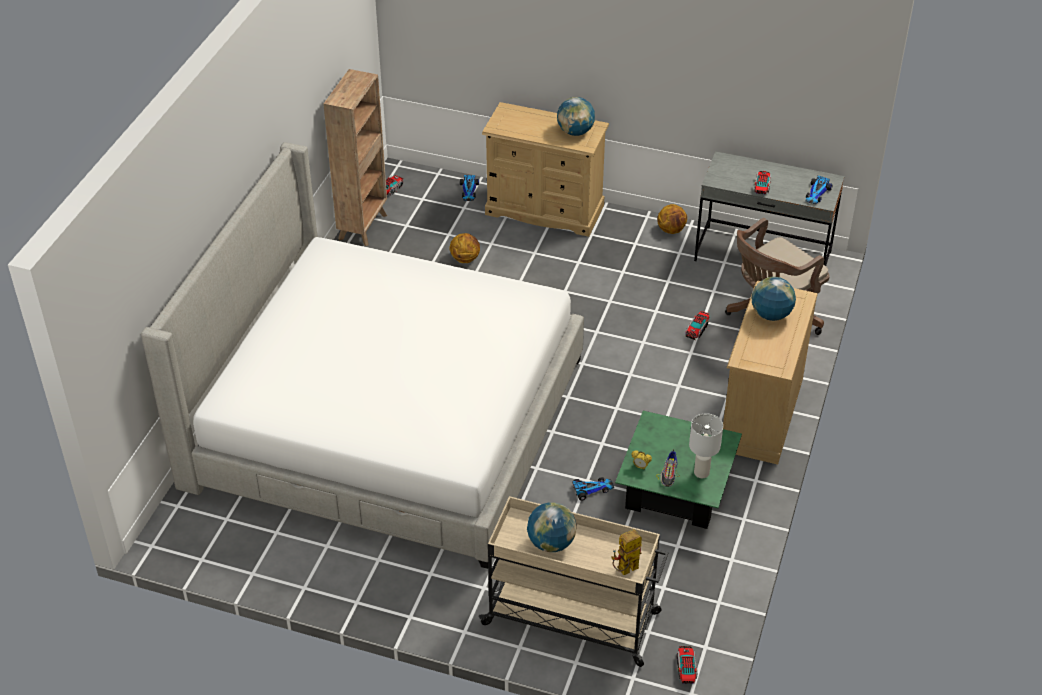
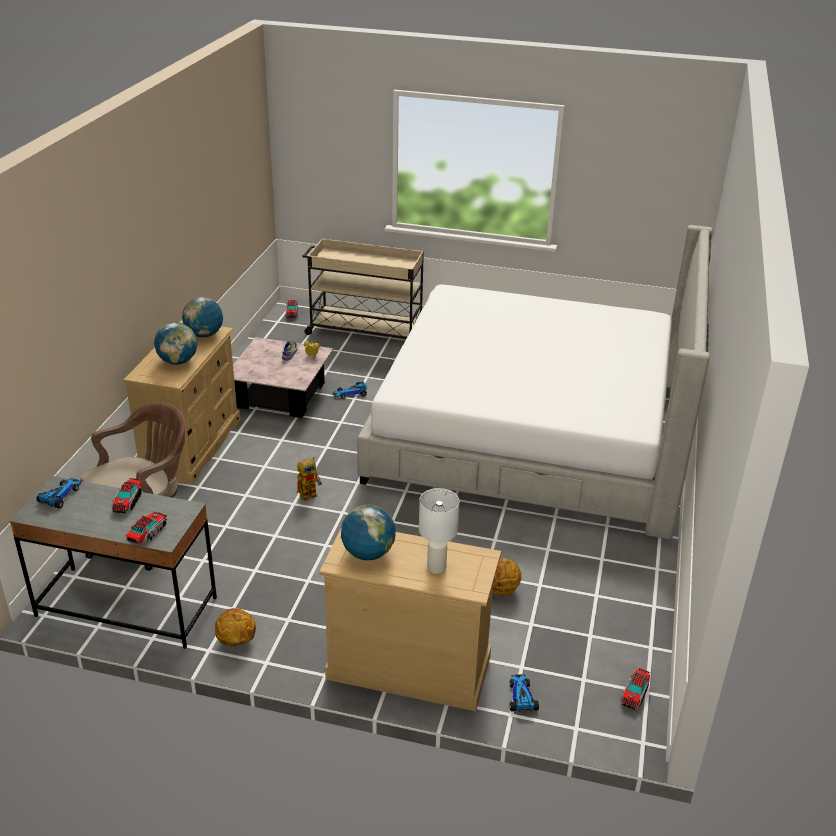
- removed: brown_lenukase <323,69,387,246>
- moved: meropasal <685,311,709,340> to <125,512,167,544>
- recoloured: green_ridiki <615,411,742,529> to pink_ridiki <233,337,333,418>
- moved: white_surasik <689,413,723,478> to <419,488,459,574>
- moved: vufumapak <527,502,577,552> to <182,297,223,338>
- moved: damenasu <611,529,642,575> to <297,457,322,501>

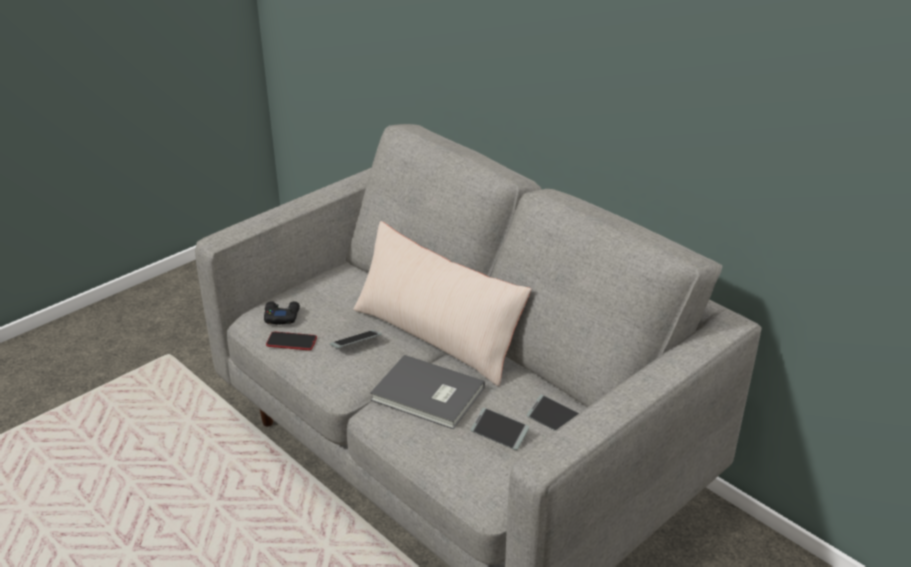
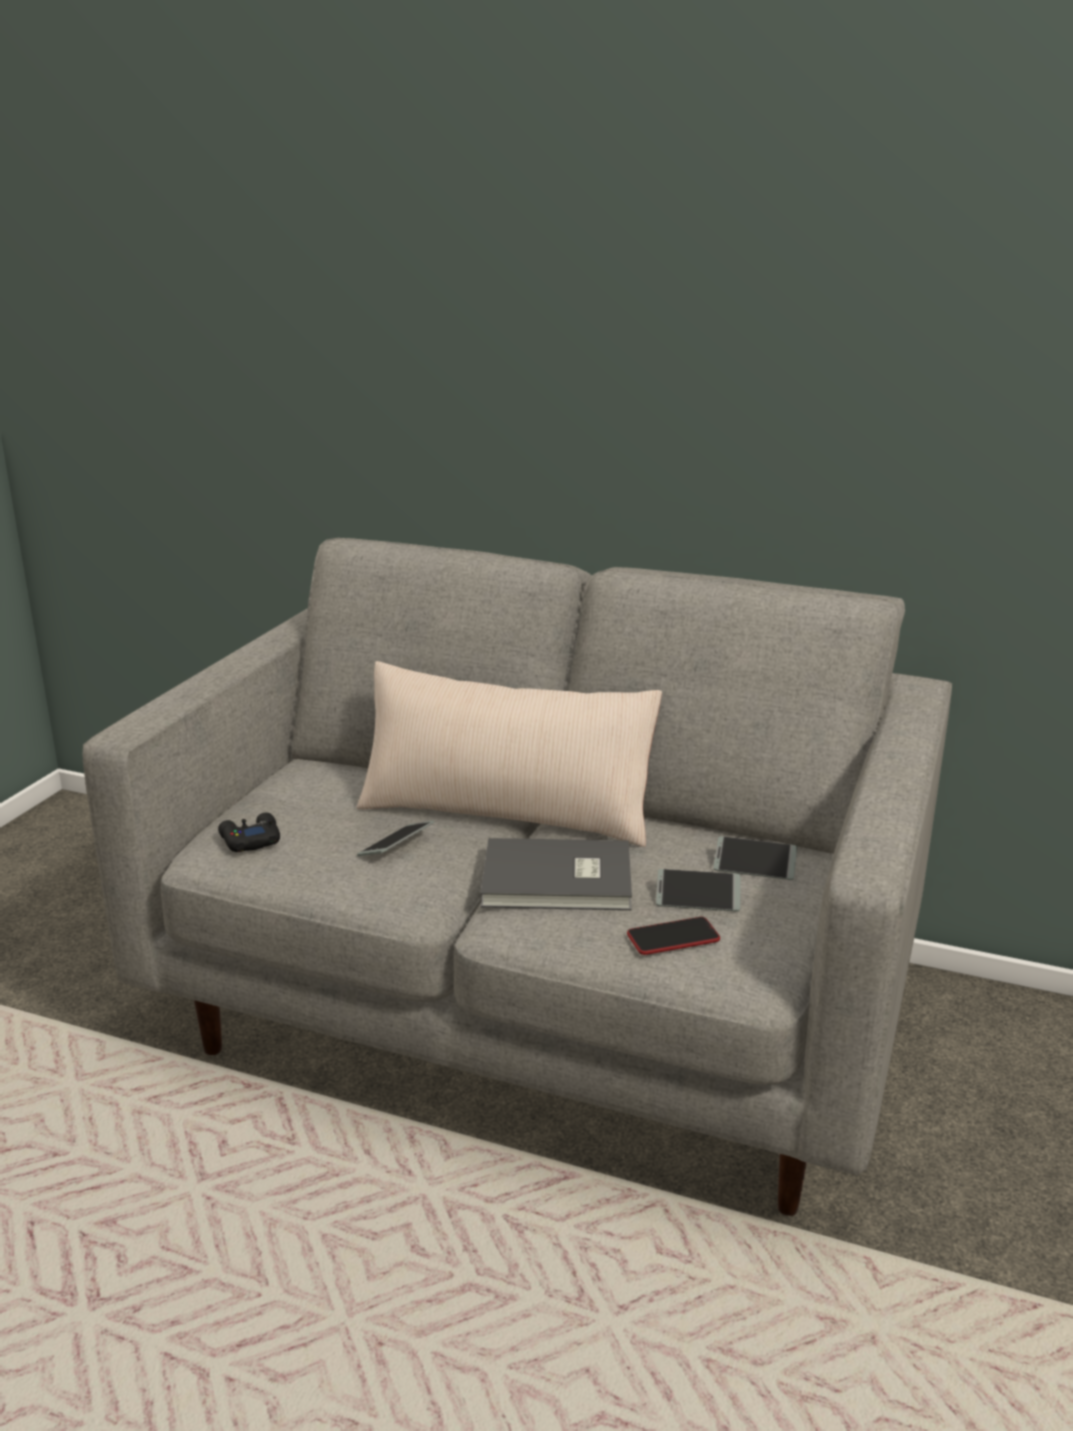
- moved: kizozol <266,331,317,350> to <627,917,720,955>

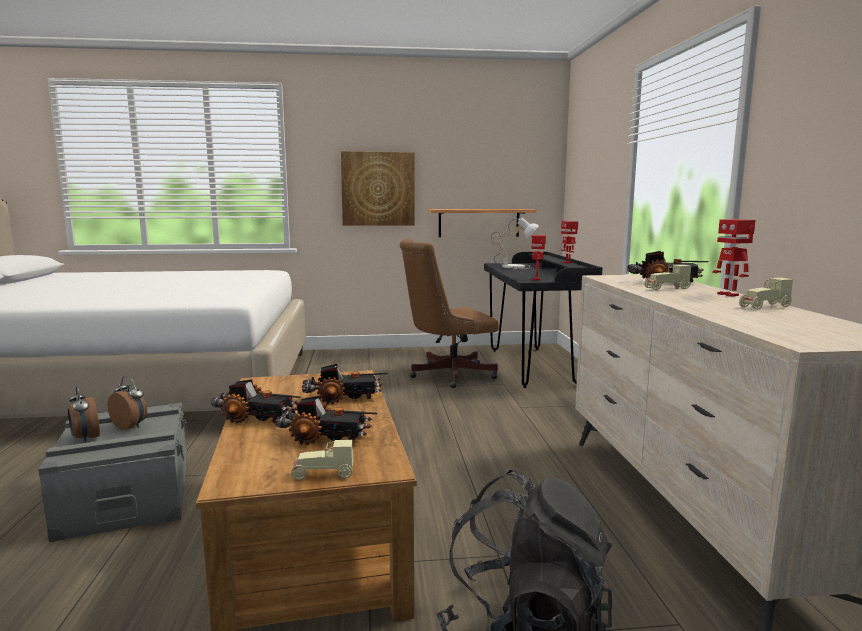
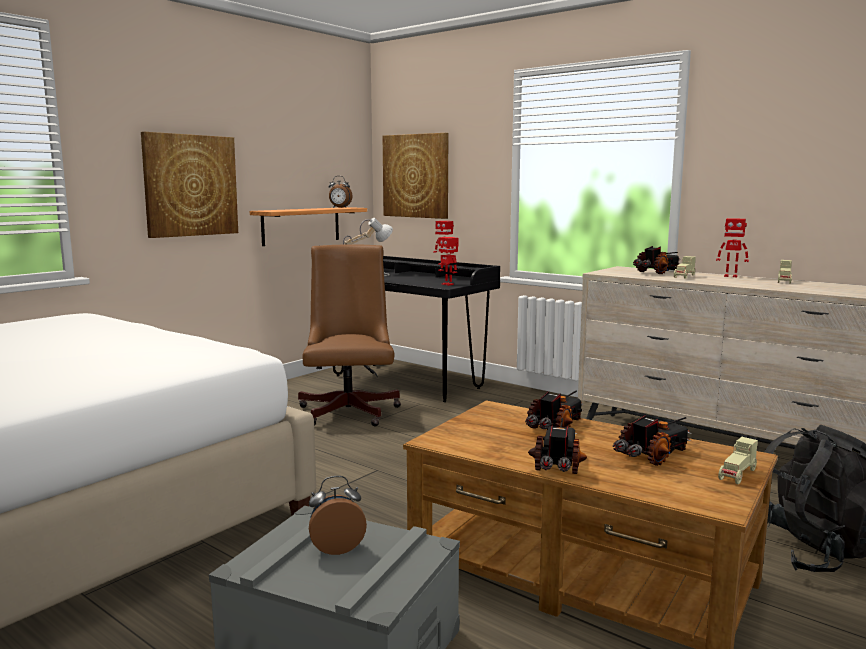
- turned: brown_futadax <400,239,498,388> = <298,244,401,426> 150 degrees clockwise
- turned: meropasal <211,379,300,424> = <528,418,587,474> 45 degrees counterclockwise
- moved: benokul <68,386,100,443> to <328,176,352,208>
- added: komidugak <383,133,449,219>

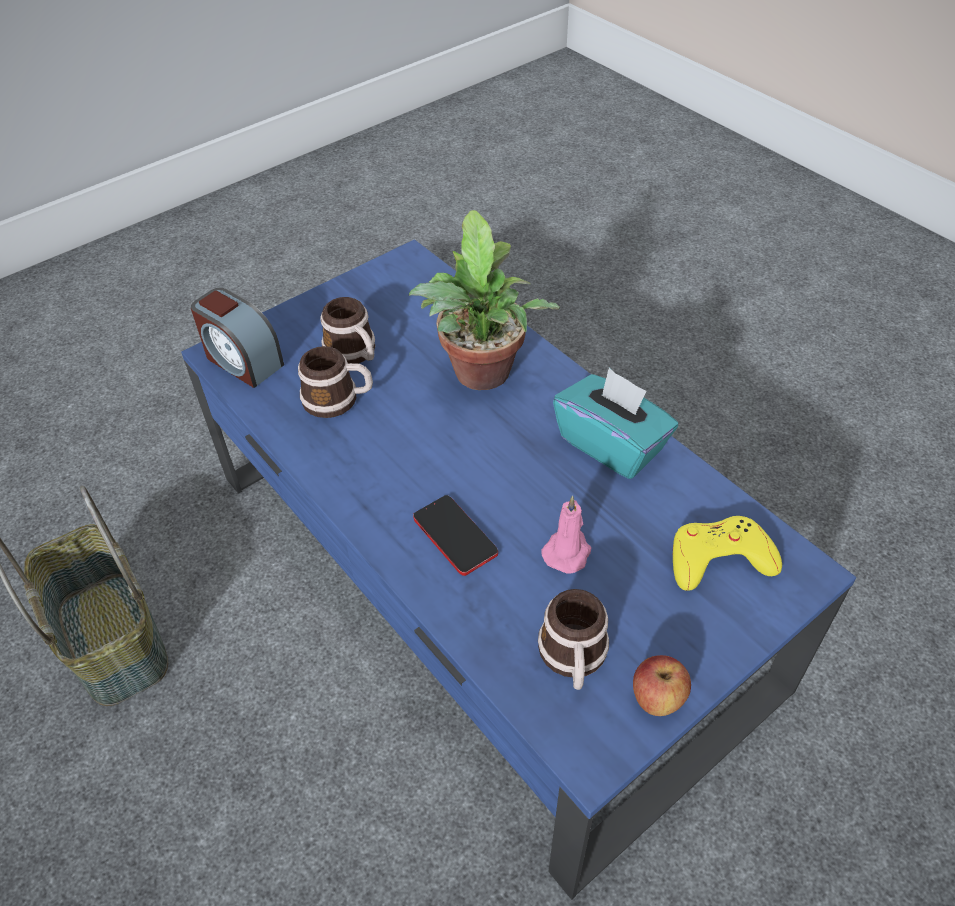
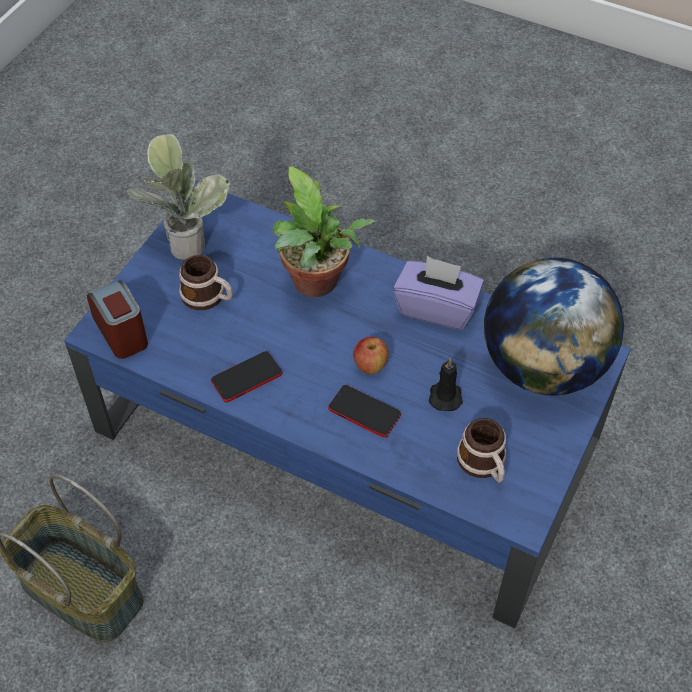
- turned: benokul <191,288,284,388> = <87,280,148,359> 135 degrees counterclockwise
- removed: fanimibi <298,346,373,418>
- recoloured: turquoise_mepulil <553,368,678,479> to purple_mepulil <393,256,484,330>
- recoloured: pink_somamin <541,496,591,574> to black_somamin <429,358,463,411>
- replaced: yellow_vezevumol <673,516,782,591> to vufumapak <484,258,624,396>
- moved: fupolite <633,655,691,716> to <353,337,389,375>
- added: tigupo <127,134,231,260>
- added: kizozol <211,351,282,402>

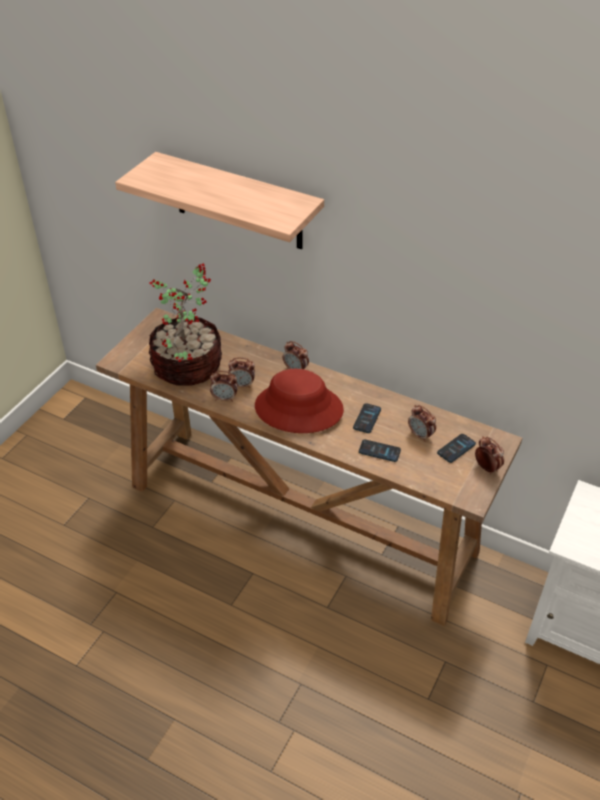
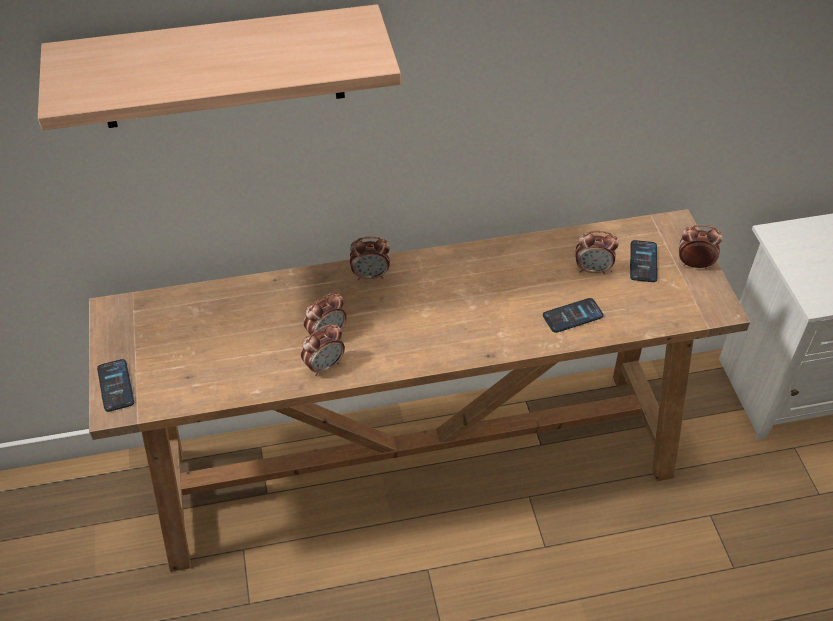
- removed: tigupo <149,263,222,386>
- removed: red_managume <255,369,344,433>
- moved: kizozol <353,403,381,433> to <97,359,134,412>

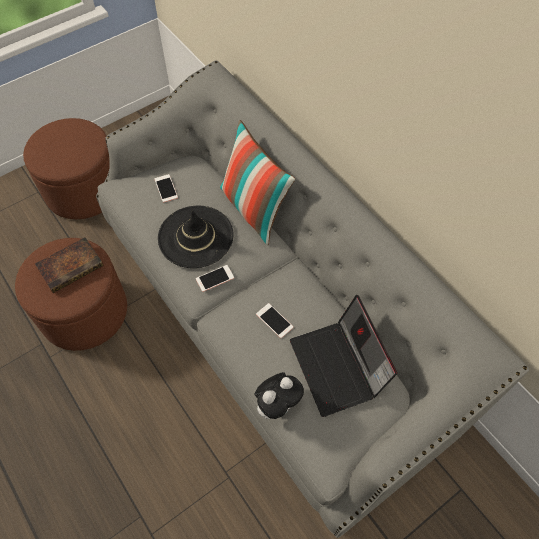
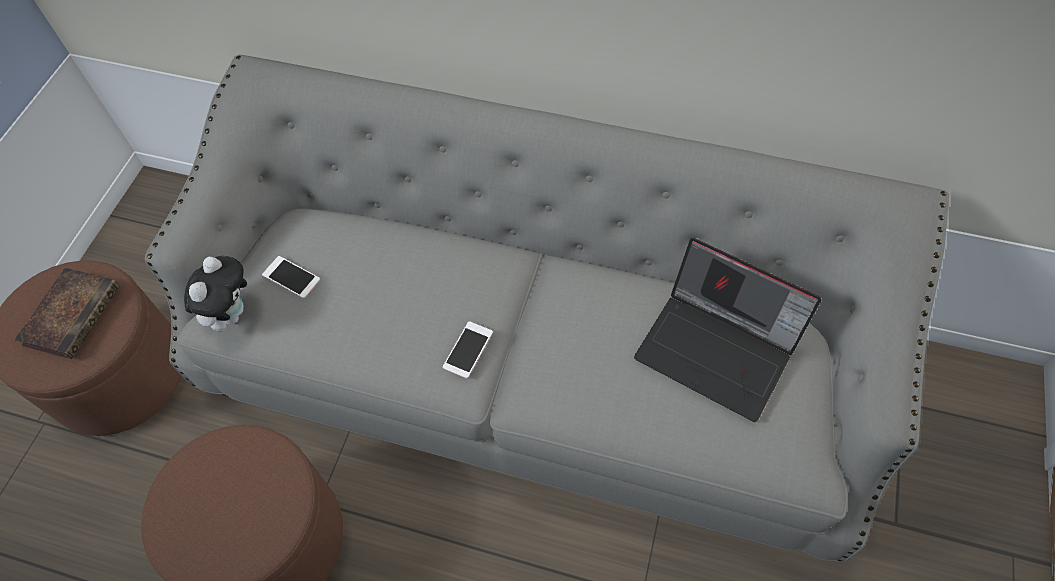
- removed: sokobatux <220,120,295,245>
- removed: black_managume <158,205,234,268>
- moved: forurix <35,237,104,293> to <14,268,119,359>
- removed: kizozol <256,303,293,338>
- moved: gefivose <254,372,304,419> to <184,256,247,332>

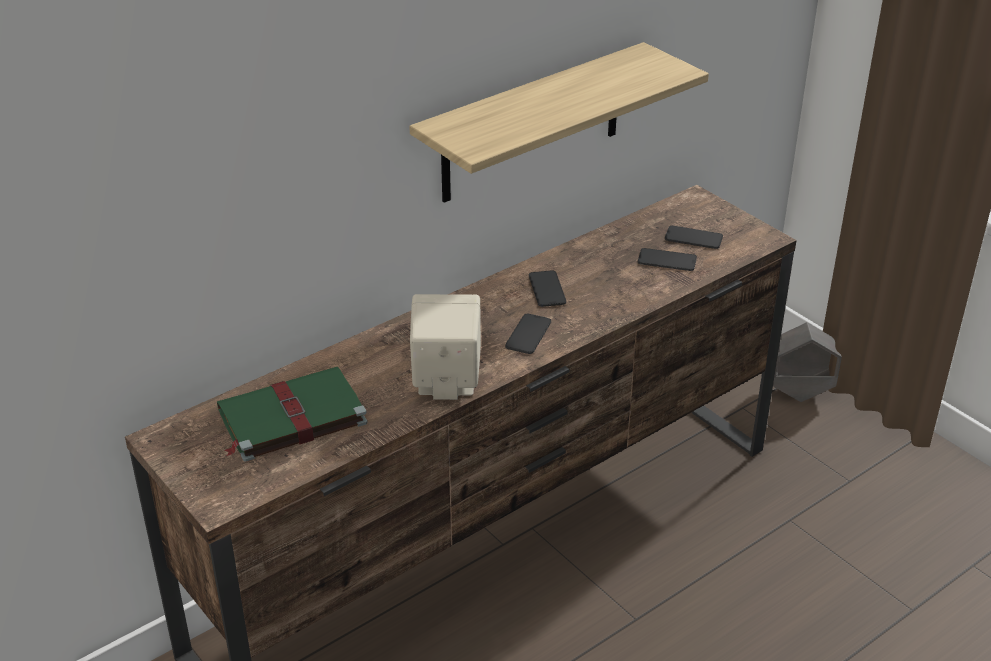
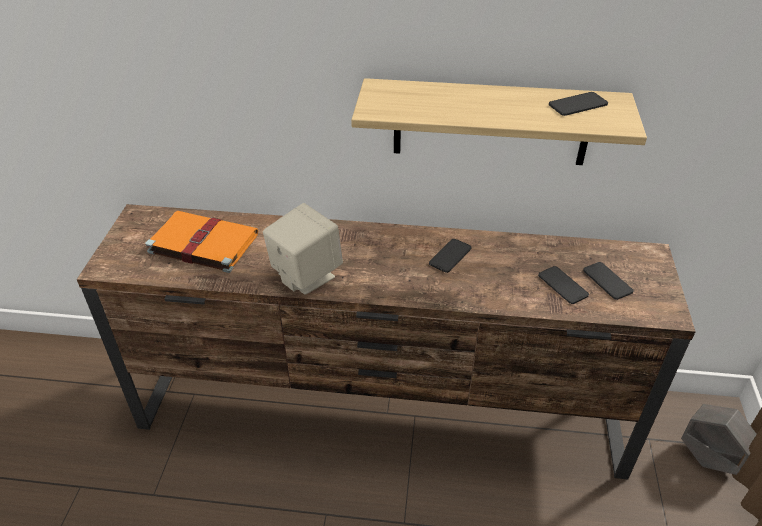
- moved: kizozol <505,313,551,354> to <549,92,608,116>
- recoloured: green_forurix <217,367,368,462> to orange_forurix <145,211,258,273>

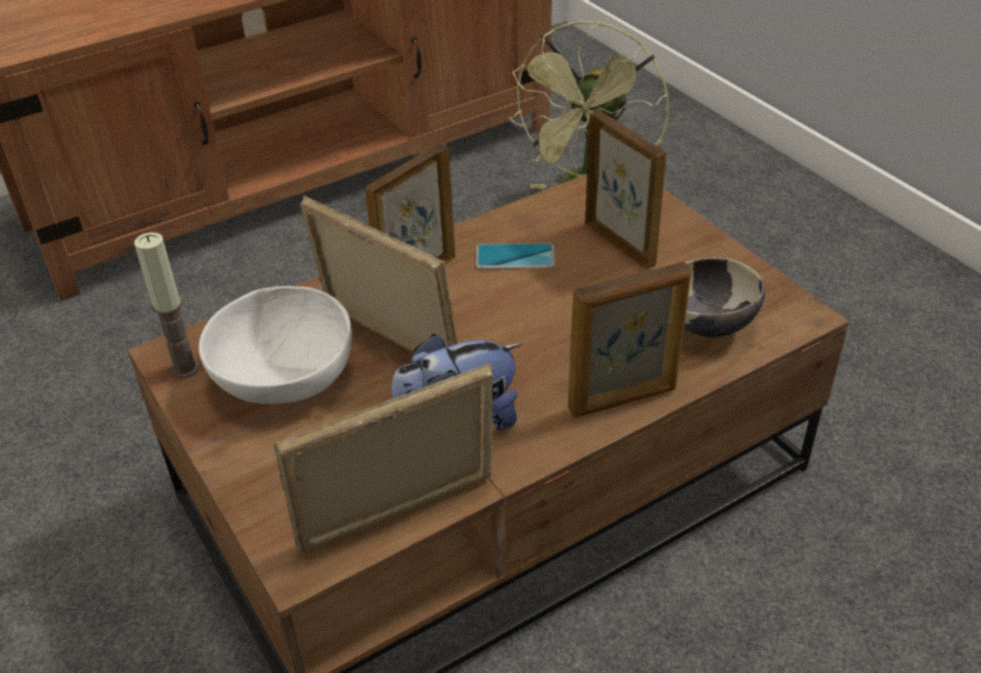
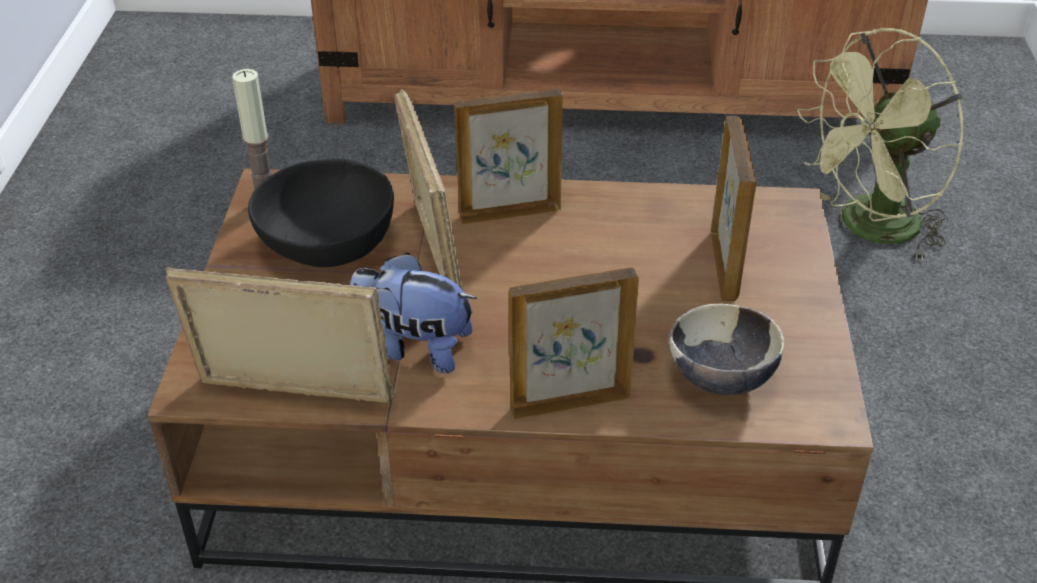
- removed: kizozol <476,243,555,269>
- turned: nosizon <568,262,691,418> = <509,267,639,419> 150 degrees clockwise
- recoloured: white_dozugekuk <199,286,352,404> to black_dozugekuk <248,159,394,267>

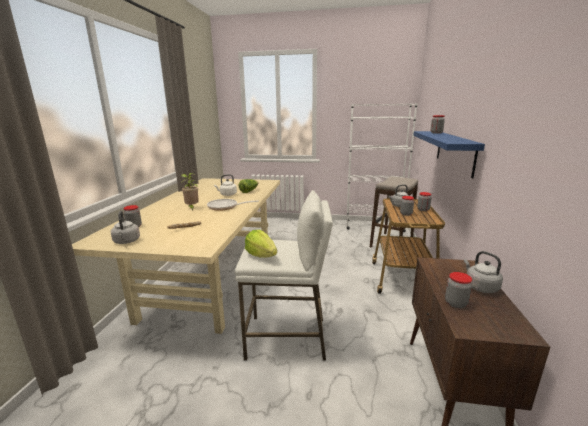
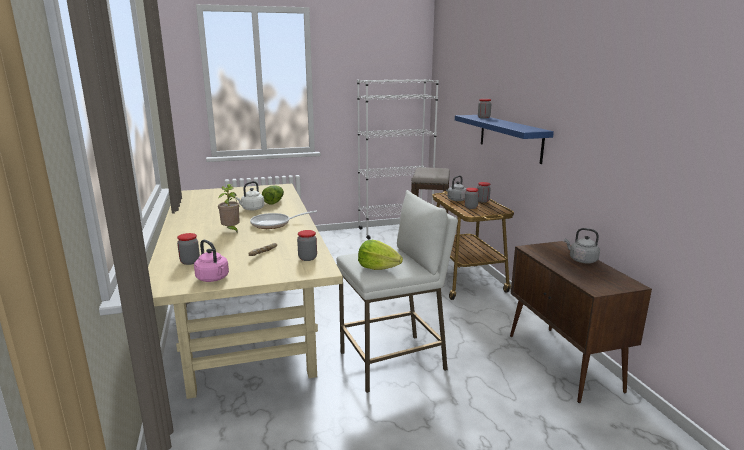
- recoloured: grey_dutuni <111,211,140,244> to pink_dutuni <194,240,229,282>
- moved: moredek <445,272,472,308> to <297,230,317,261>

